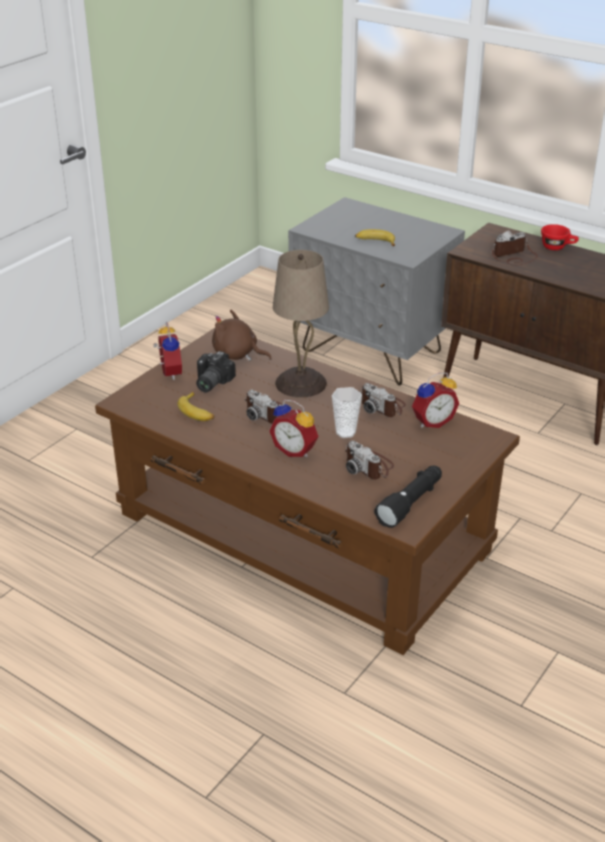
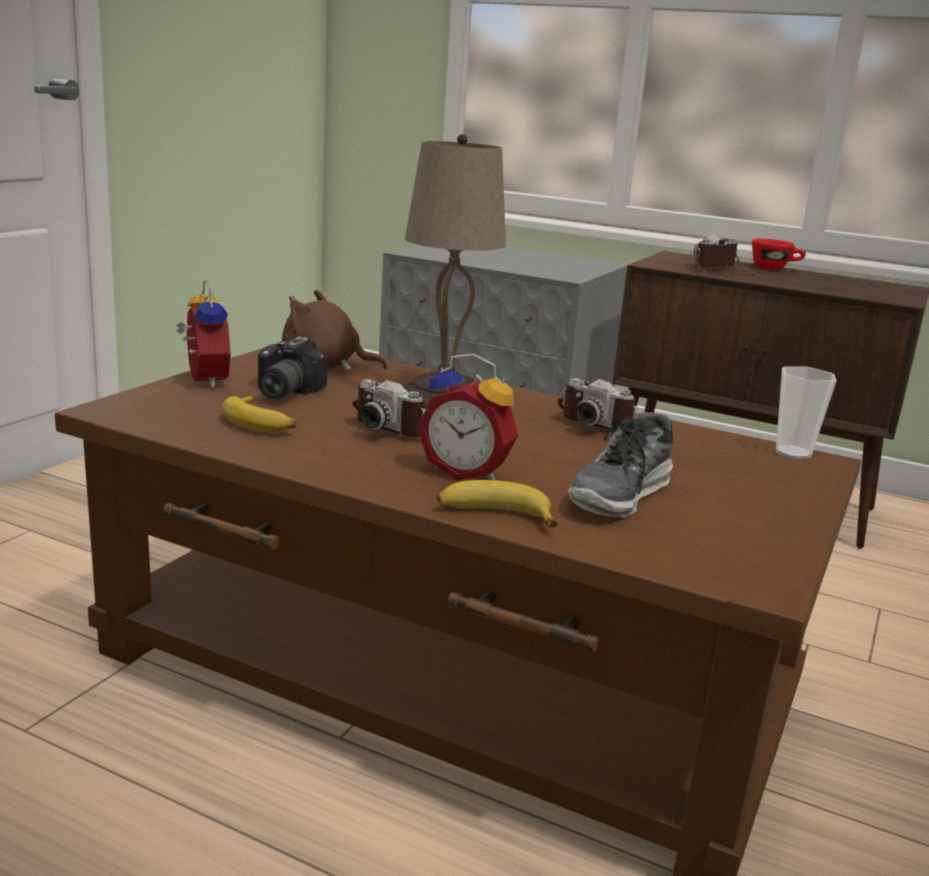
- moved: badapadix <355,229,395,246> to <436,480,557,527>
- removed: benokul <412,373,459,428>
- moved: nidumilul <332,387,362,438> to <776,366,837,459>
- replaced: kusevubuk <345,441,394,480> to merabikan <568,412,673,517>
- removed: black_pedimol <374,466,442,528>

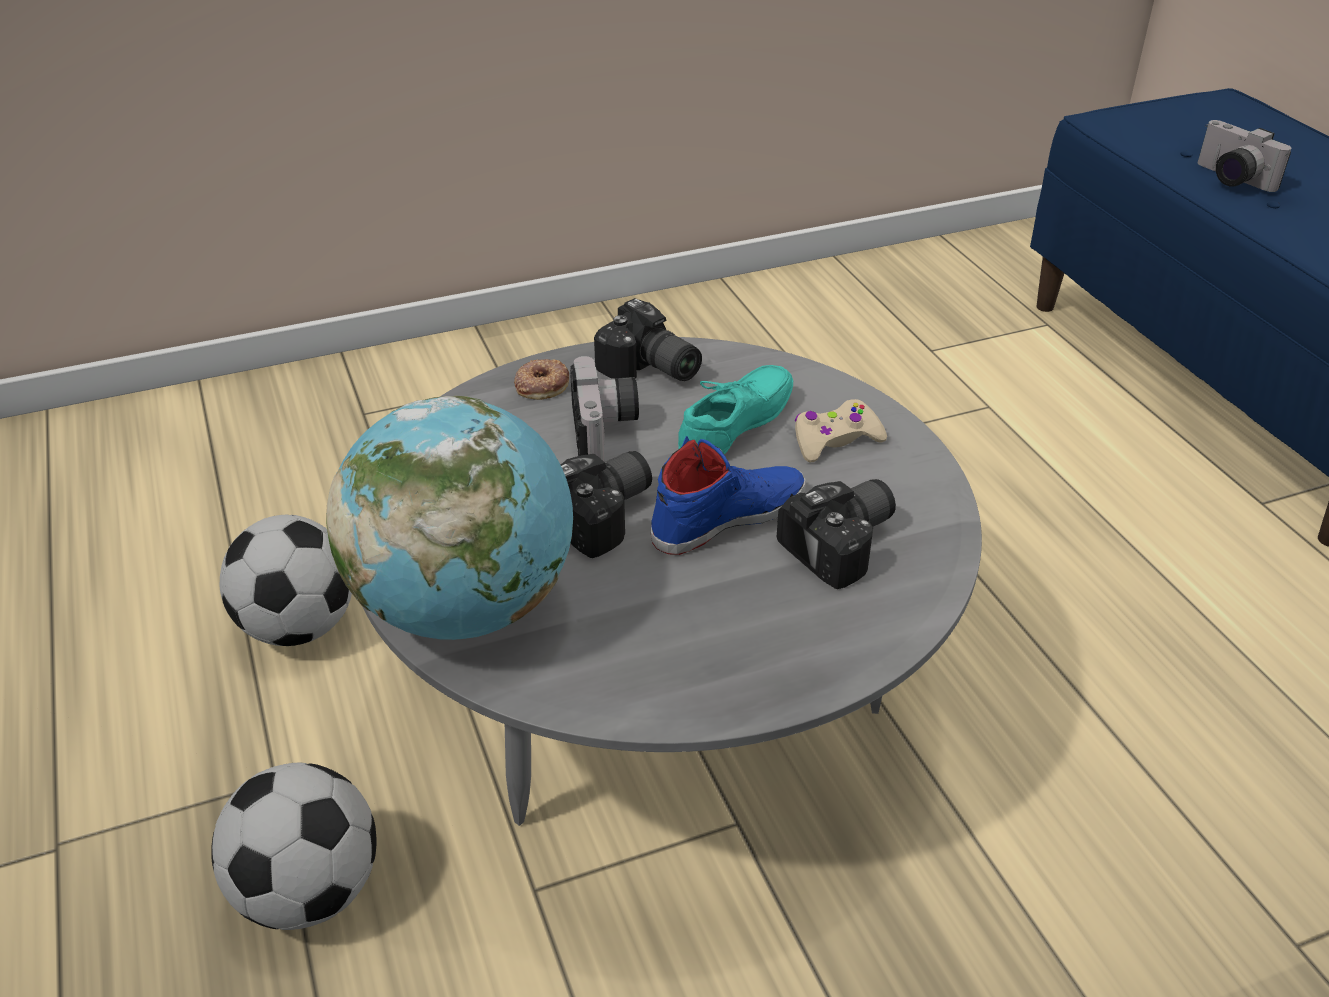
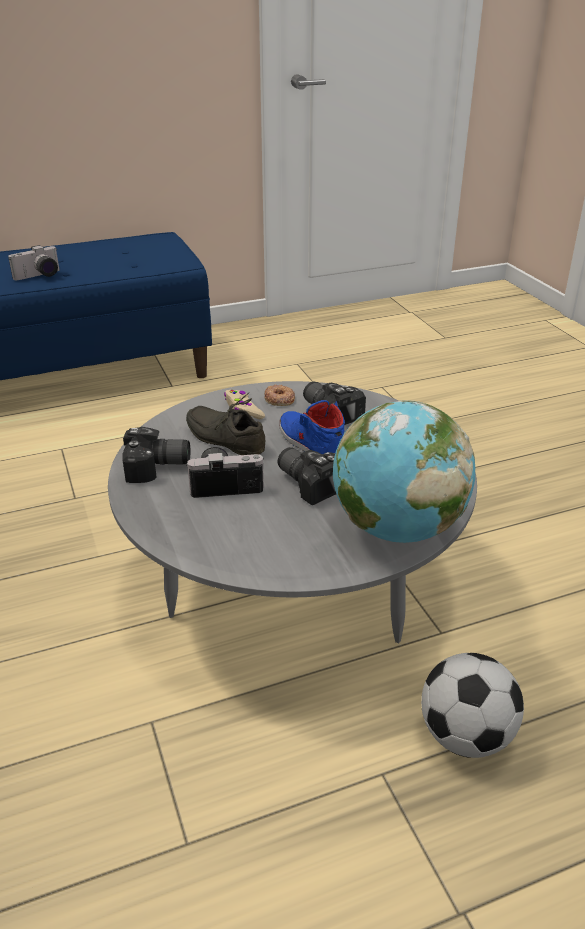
- turned: kusevubuk <594,298,702,381> = <123,427,190,483> 45 degrees clockwise
- moved: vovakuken <514,359,569,400> to <264,384,295,406>
- recoloured: turquoise_merabikan <678,365,793,455> to grey_merabikan <186,392,265,455>
- removed: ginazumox <220,514,352,646>

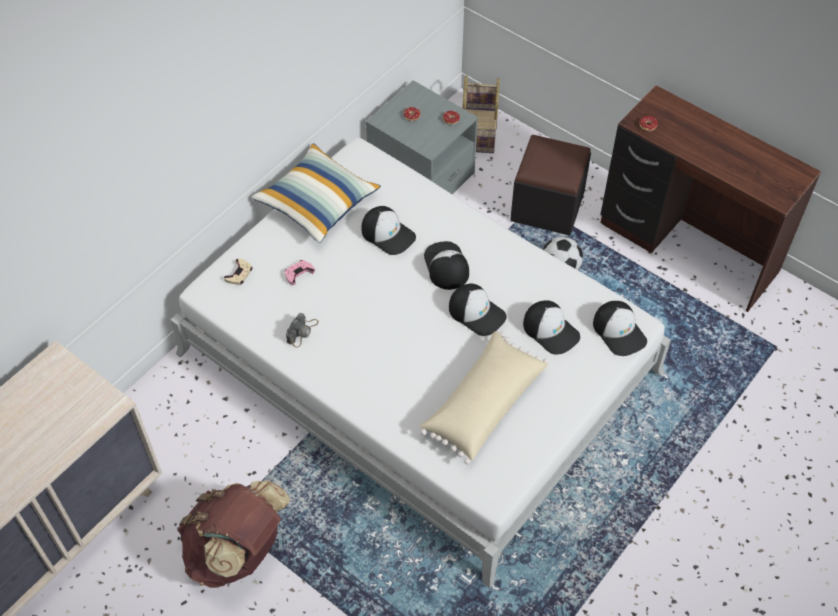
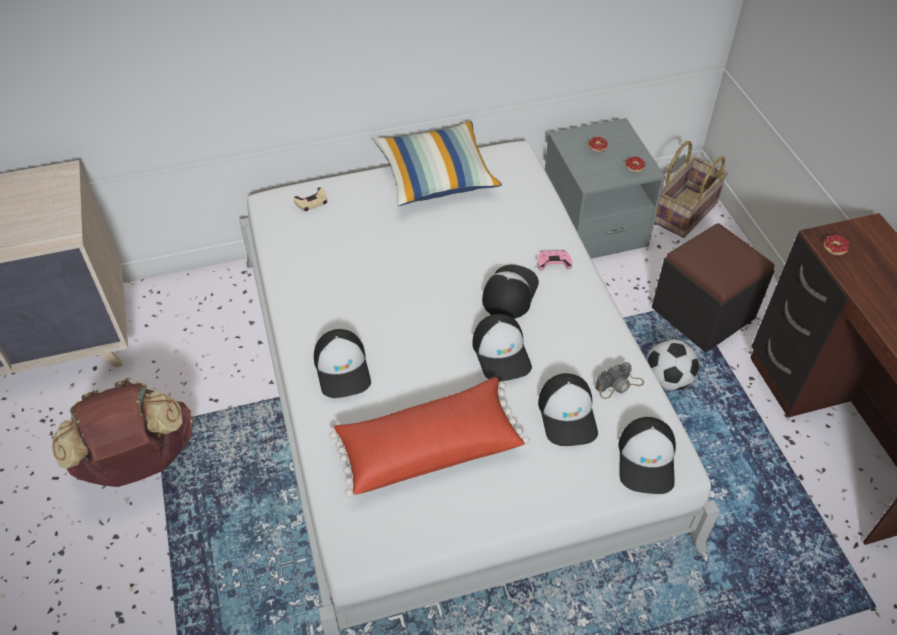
- moved: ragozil <361,206,416,255> to <314,329,371,398>
- moved: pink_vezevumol <284,260,315,285> to <537,250,572,271>
- moved: kusevubuk <286,313,319,348> to <595,362,644,399>
- recoloured: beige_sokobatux <420,331,548,464> to red_sokobatux <329,377,529,497>

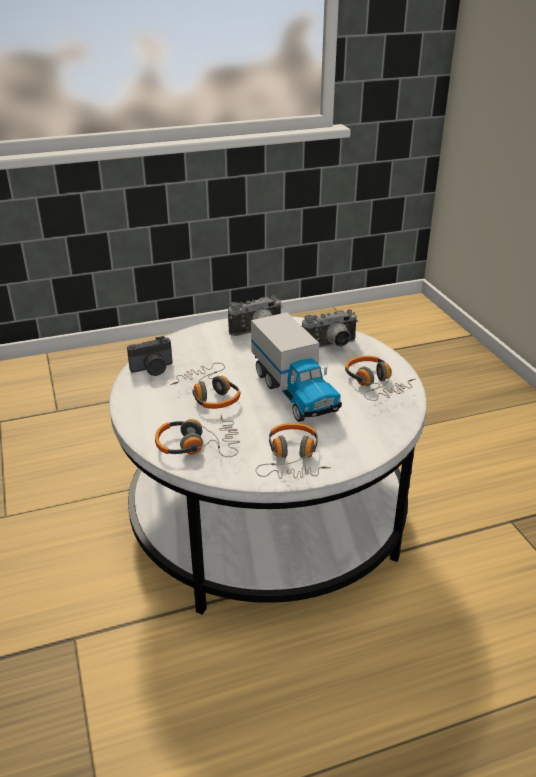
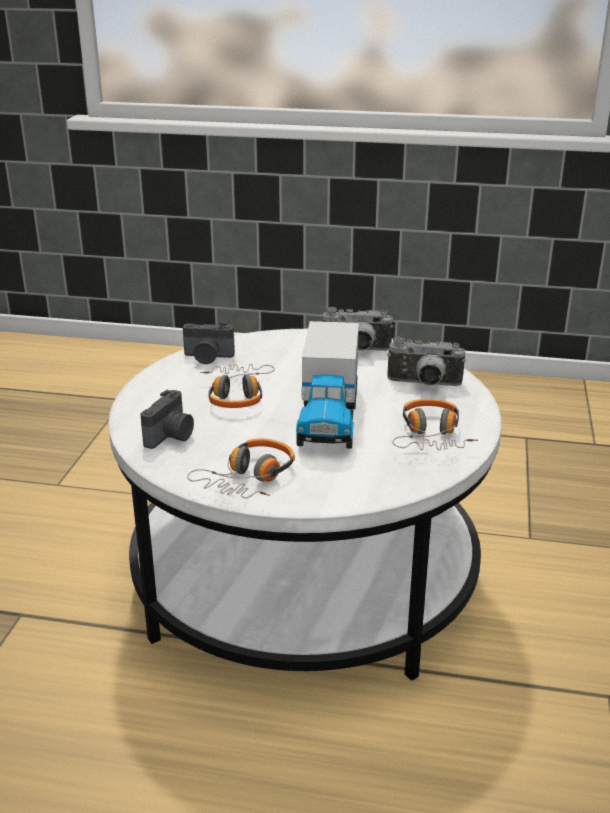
- replaced: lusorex <155,415,240,457> to kusevubuk <140,390,194,449>

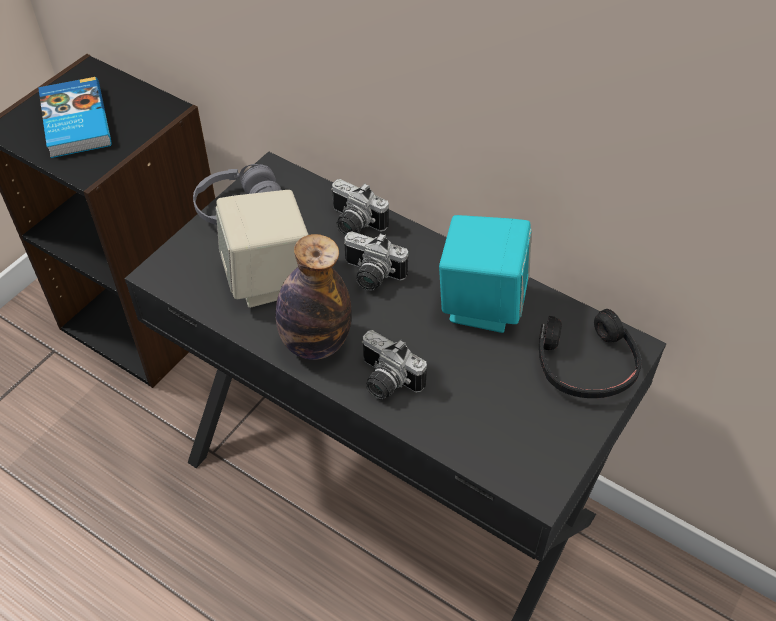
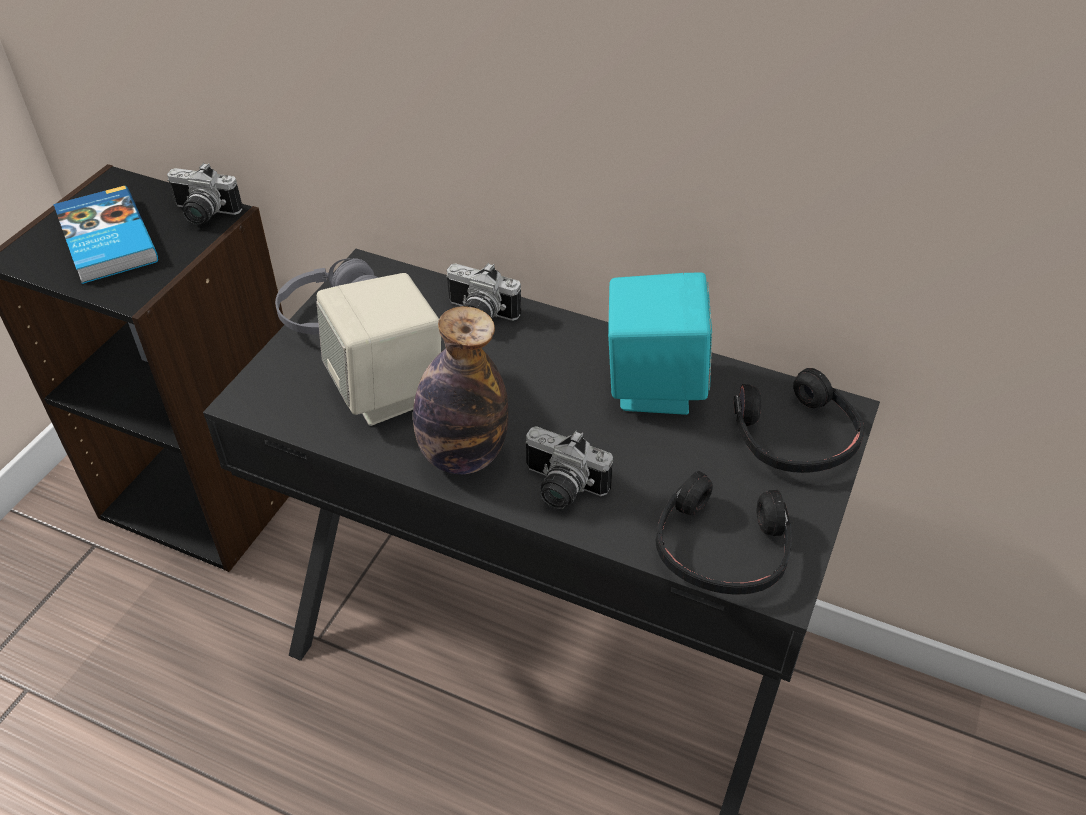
- moved: kusevubuk <344,231,409,291> to <167,163,243,225>
- added: black_lusorex <656,471,792,595>

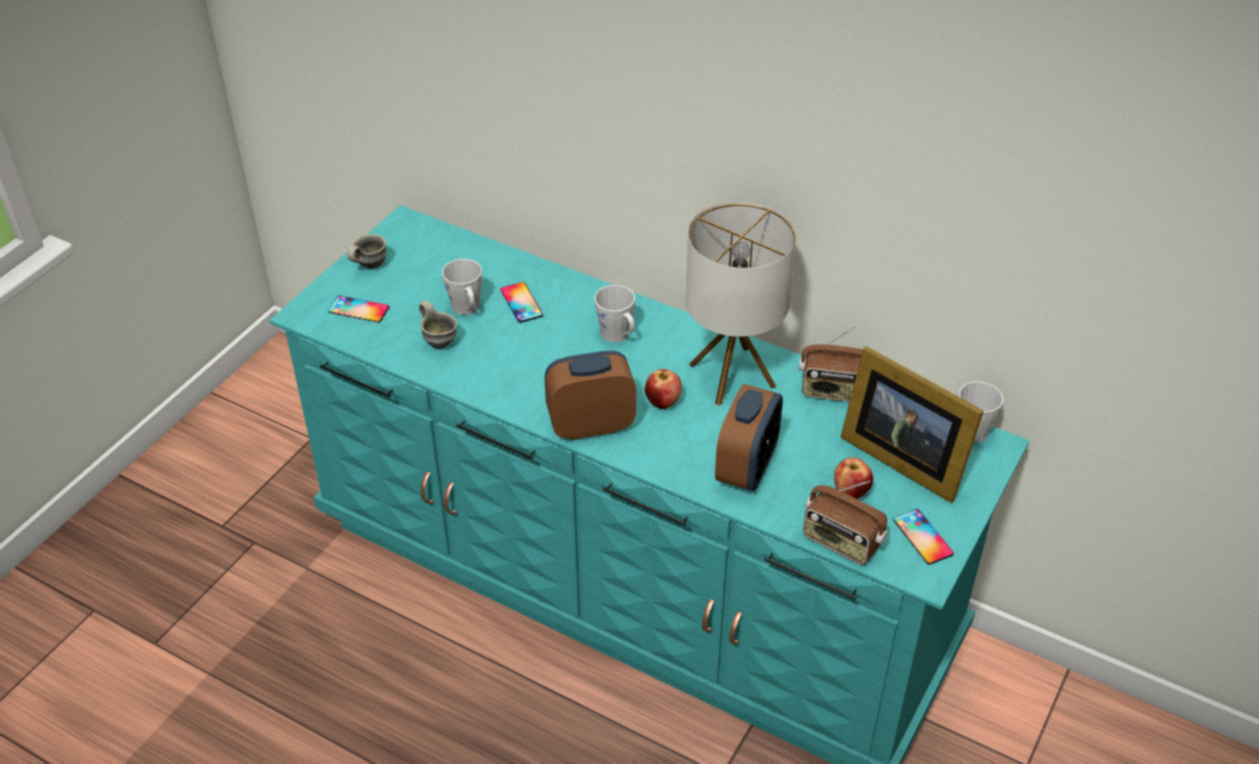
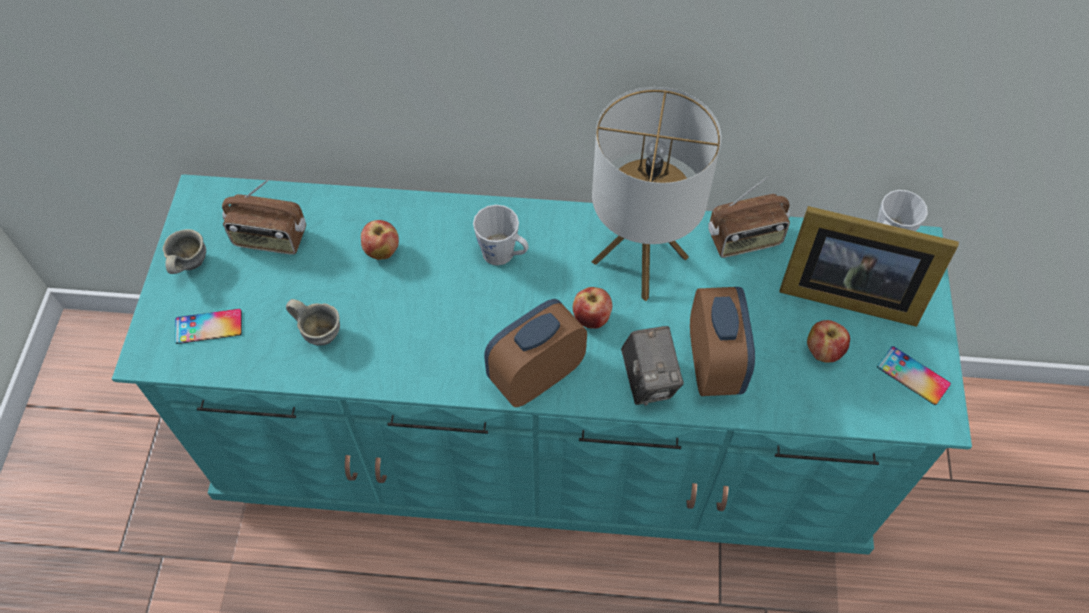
- removed: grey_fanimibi <442,259,482,315>
- replaced: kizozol <500,282,543,323> to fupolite <361,220,399,260>
- moved: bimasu <803,480,888,565> to <222,180,306,255>
- added: kusevubuk <621,326,684,406>

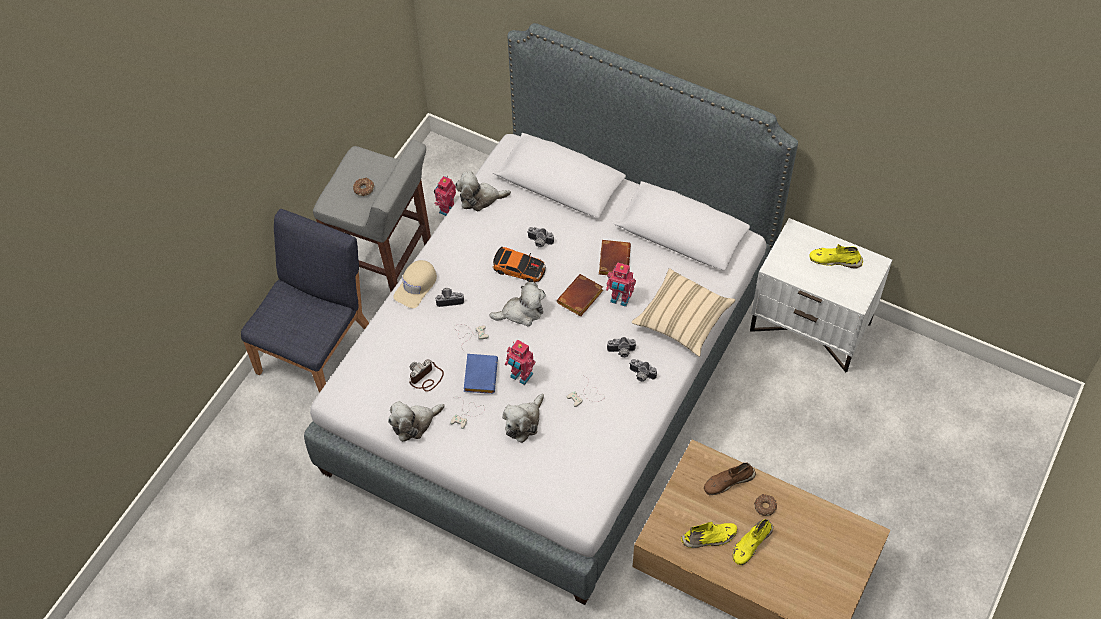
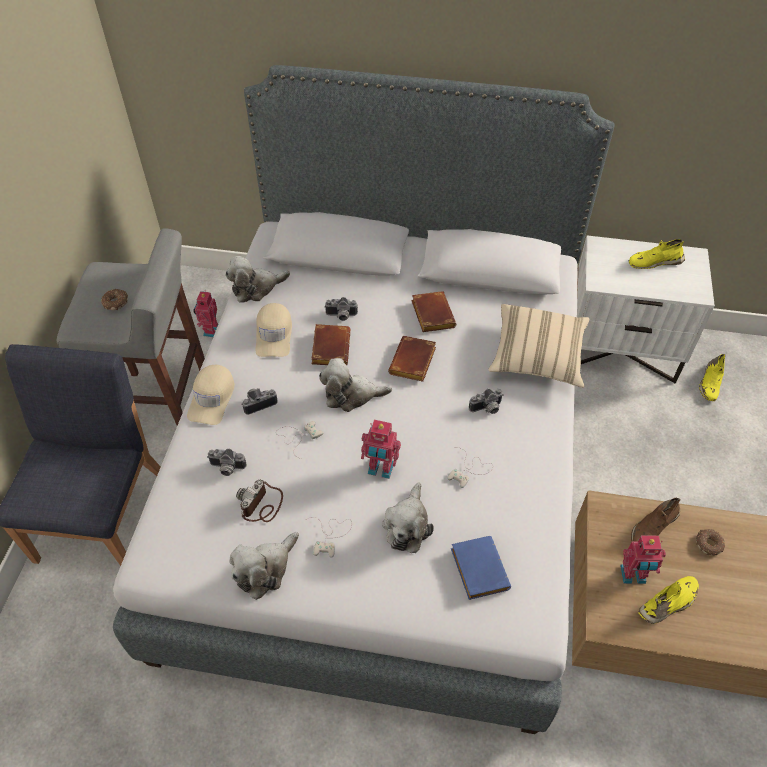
- replaced: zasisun <493,247,546,282> to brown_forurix <311,324,350,365>
- moved: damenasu <606,262,636,307> to <620,535,666,584>
- turned: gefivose <489,282,546,326> = <319,358,392,412> 150 degrees counterclockwise
- moved: blue_forurix <464,354,498,394> to <451,536,511,600>
- moved: kusevubuk <629,359,657,382> to <207,449,247,476>
- moved: yellow_merabikan <732,519,773,565> to <699,354,725,401>
- added: beige_ragozil <256,303,292,357>

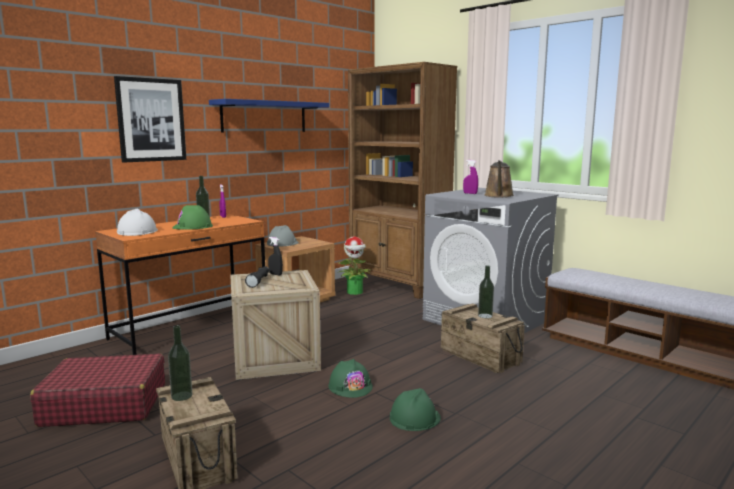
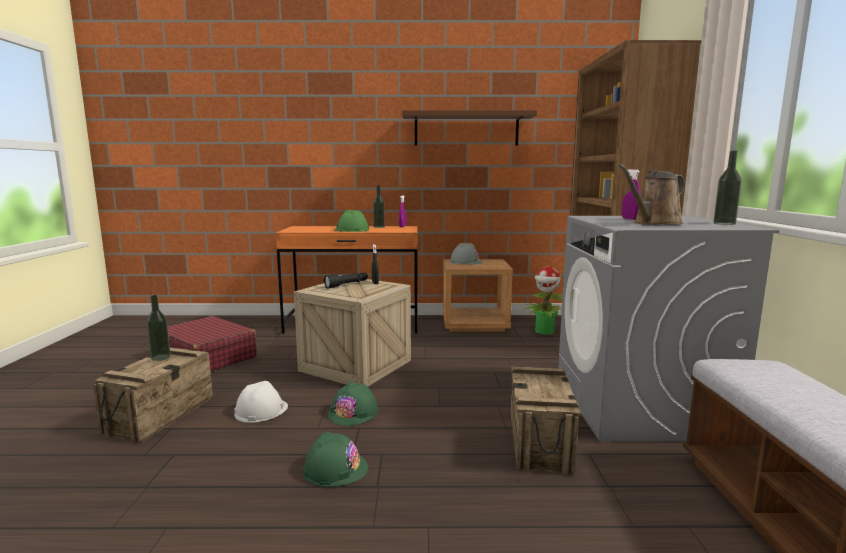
- removed: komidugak <114,76,186,163>
- recoloured: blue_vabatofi <209,99,329,133> to brown_vabatofi <402,110,537,146>
- moved: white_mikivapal <117,209,158,236> to <234,381,288,423>
- moved: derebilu <478,265,494,318> to <713,150,742,225>

